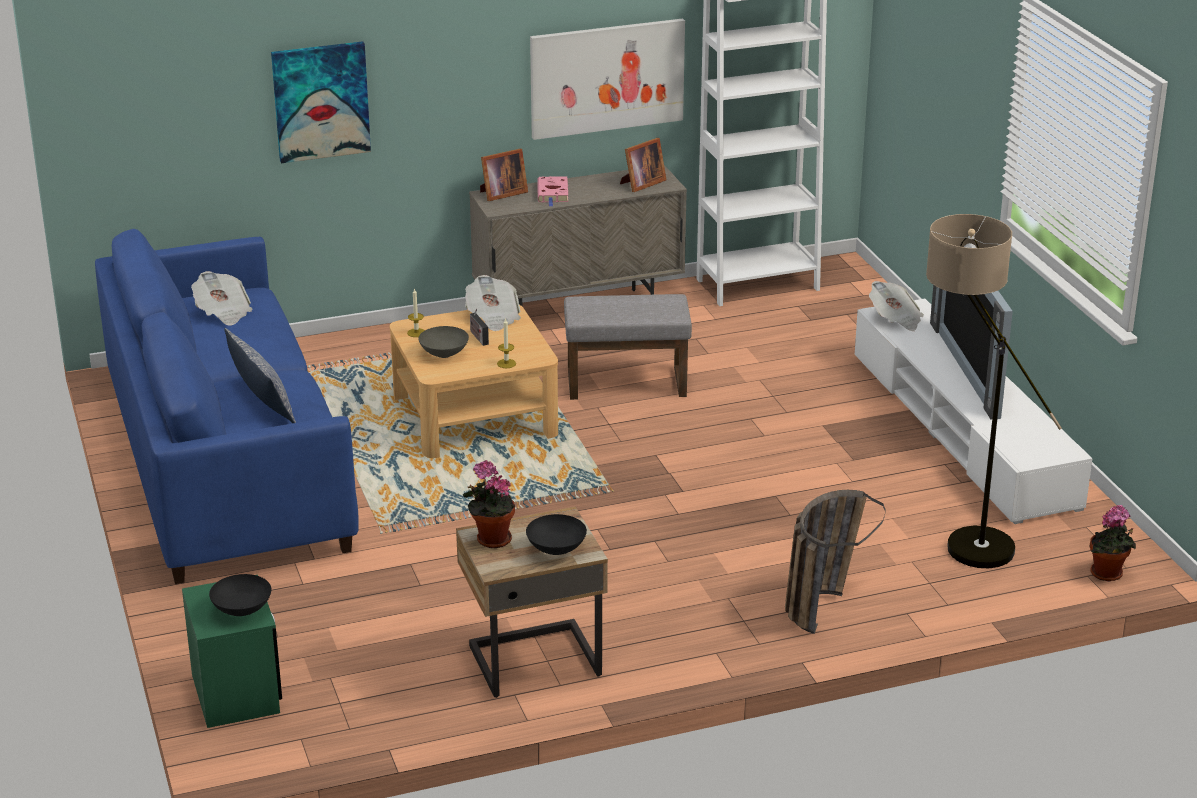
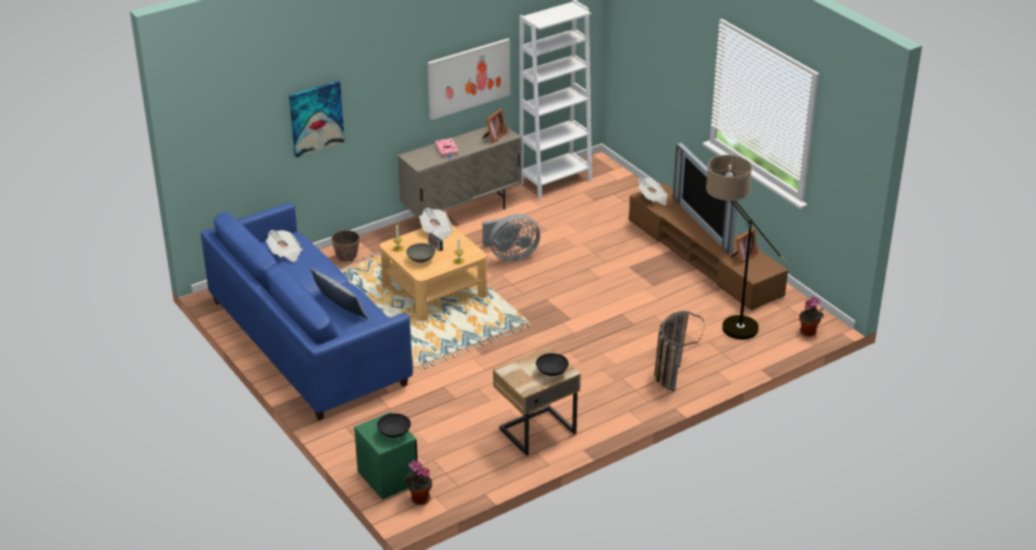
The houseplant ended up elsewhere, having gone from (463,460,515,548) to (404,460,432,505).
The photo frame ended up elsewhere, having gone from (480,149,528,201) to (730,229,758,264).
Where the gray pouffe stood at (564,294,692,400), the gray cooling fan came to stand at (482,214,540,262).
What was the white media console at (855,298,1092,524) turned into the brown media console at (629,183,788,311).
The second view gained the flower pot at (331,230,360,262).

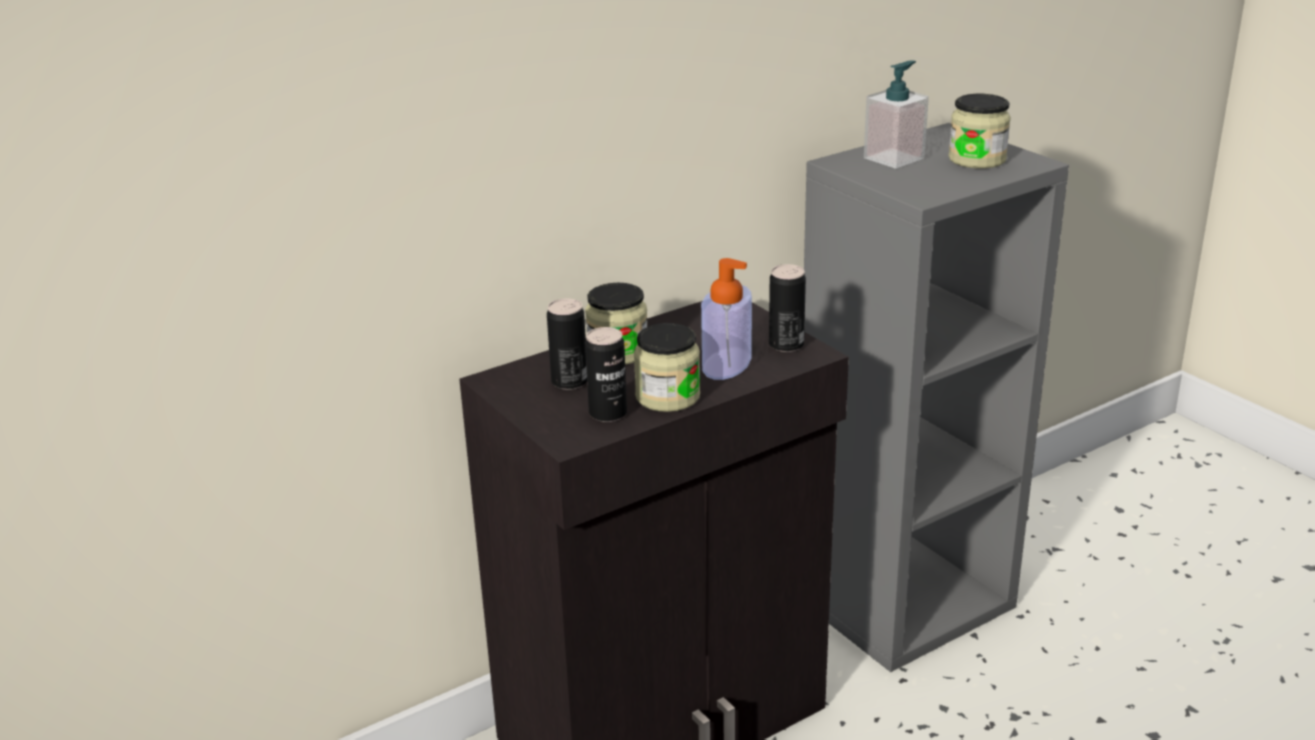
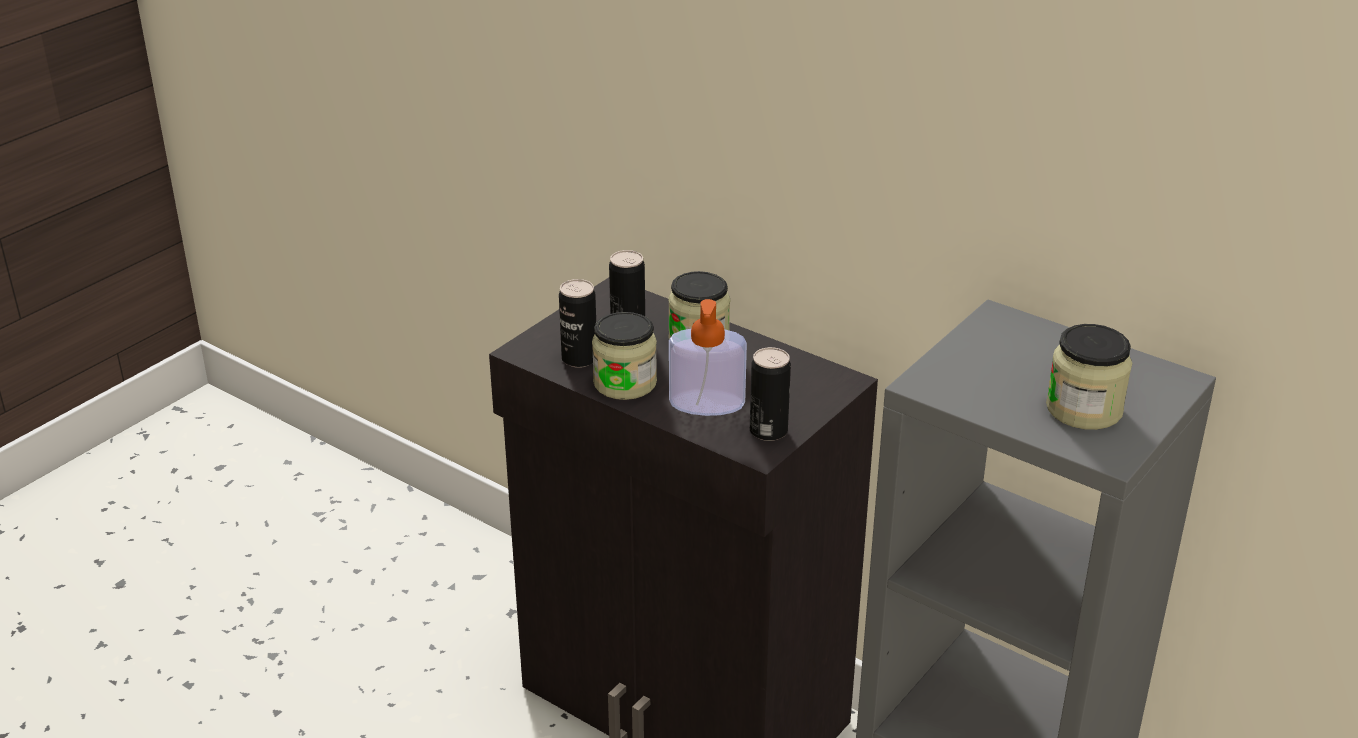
The second view lost the soap bottle at (864,60,929,169).

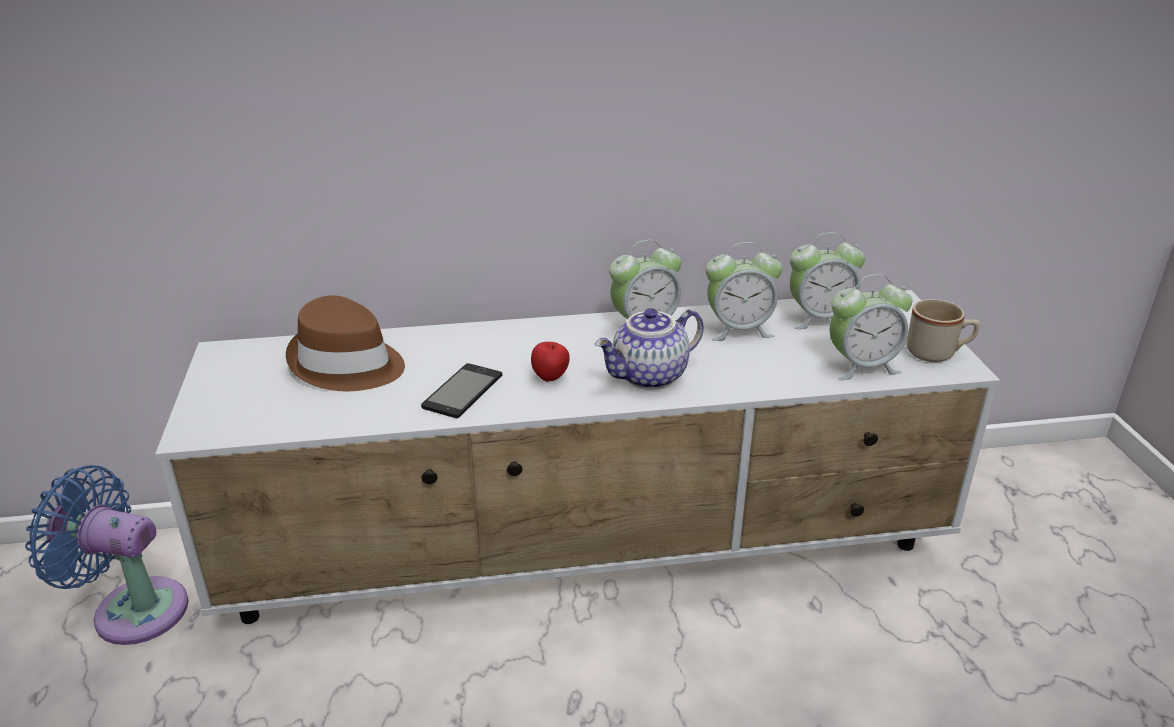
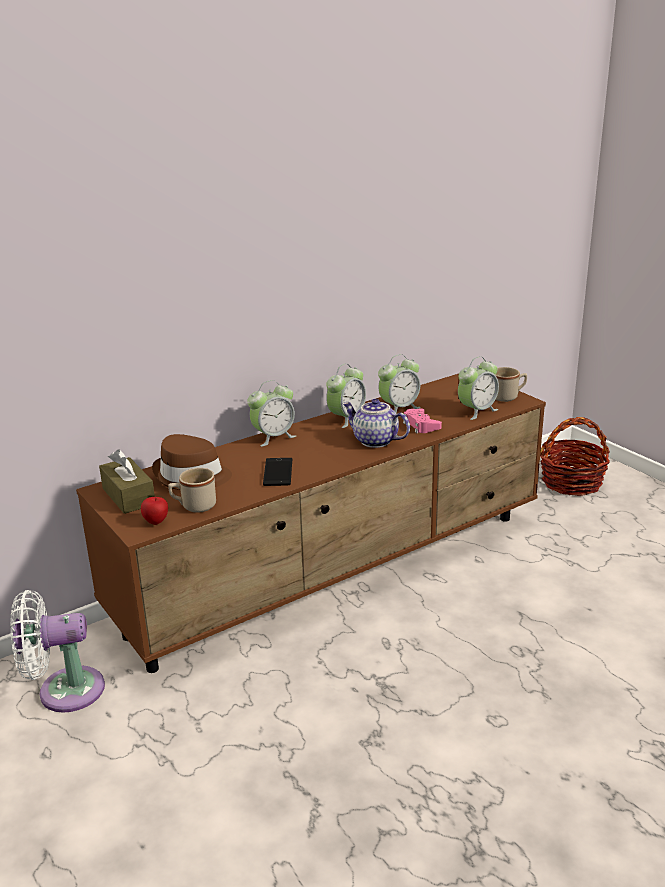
What was the blue cooling fan at (25,465,189,645) turned into the white cooling fan at (10,590,105,713).
What was the white media console at (155,290,1000,624) turned into the brown media console at (76,374,546,673).
The apple ended up elsewhere, having gone from (531,342,570,382) to (141,497,168,525).
The tea pot at (595,308,704,390) ended up facing another way, 90 degrees clockwise from before.
The table clock ended up elsewhere, having gone from (790,232,865,329) to (247,380,296,447).
The second view gained the brown tissue holder at (99,449,155,514).
The second view gained the beige coffee mug at (168,468,216,513).
The second view gained the pink gamepad at (403,408,442,433).
The second view gained the household basket at (540,417,610,496).

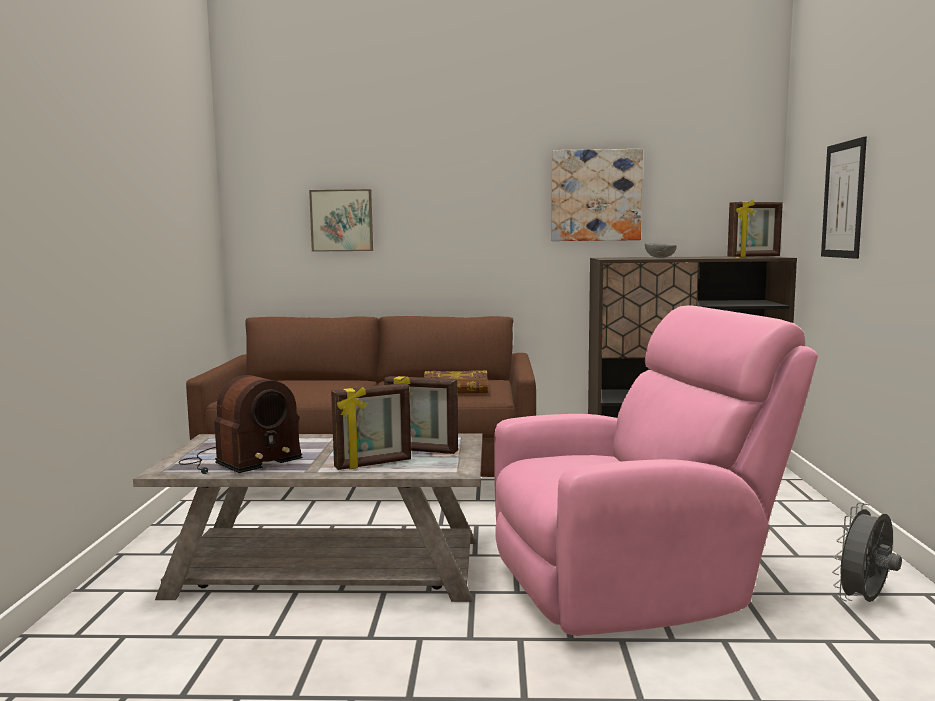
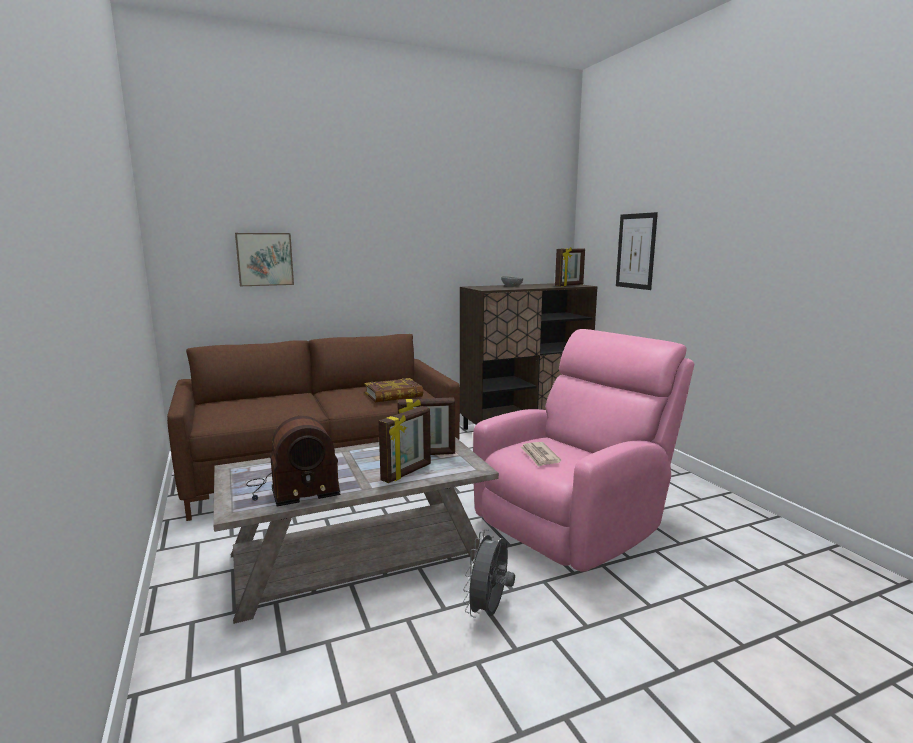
The radio receiver at (179,375,302,474) ended up facing another way, 45 degrees clockwise from before.
The second view lost the wall picture at (551,149,643,241).
The gray cooling fan ended up elsewhere, having gone from (832,502,902,602) to (463,529,515,618).
The second view gained the daily paper at (520,442,561,467).

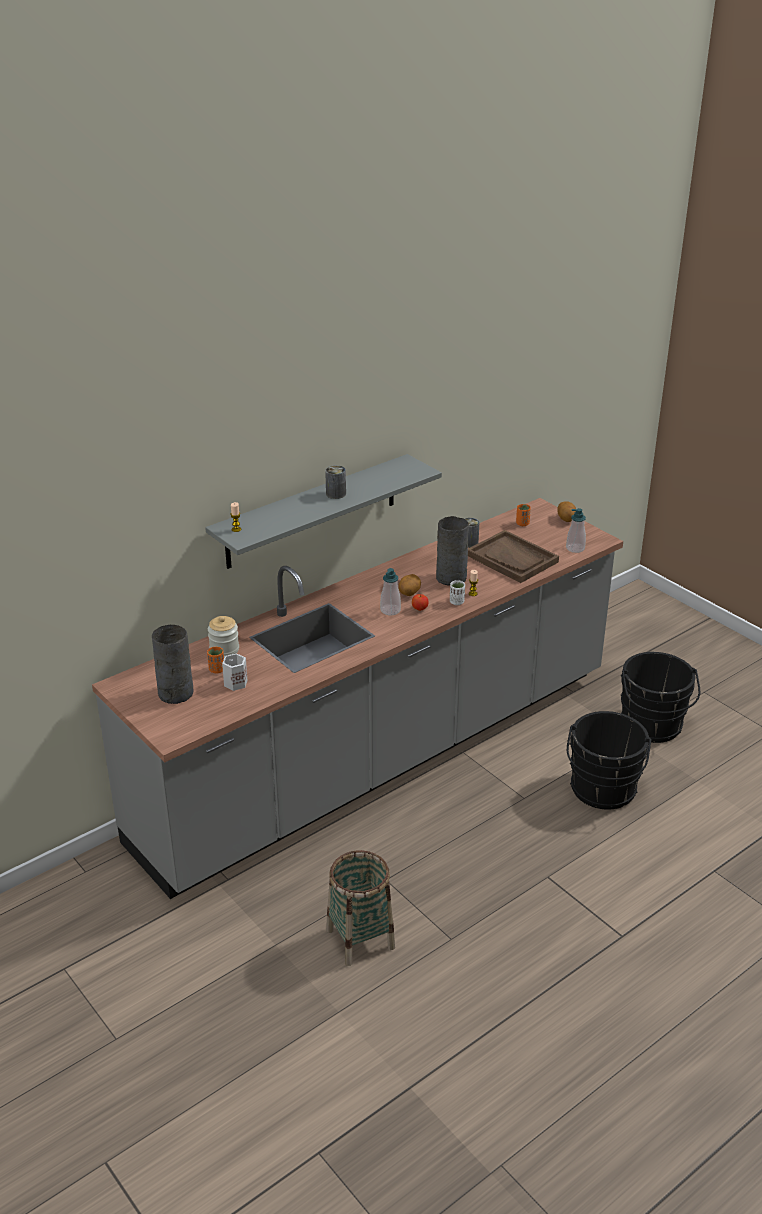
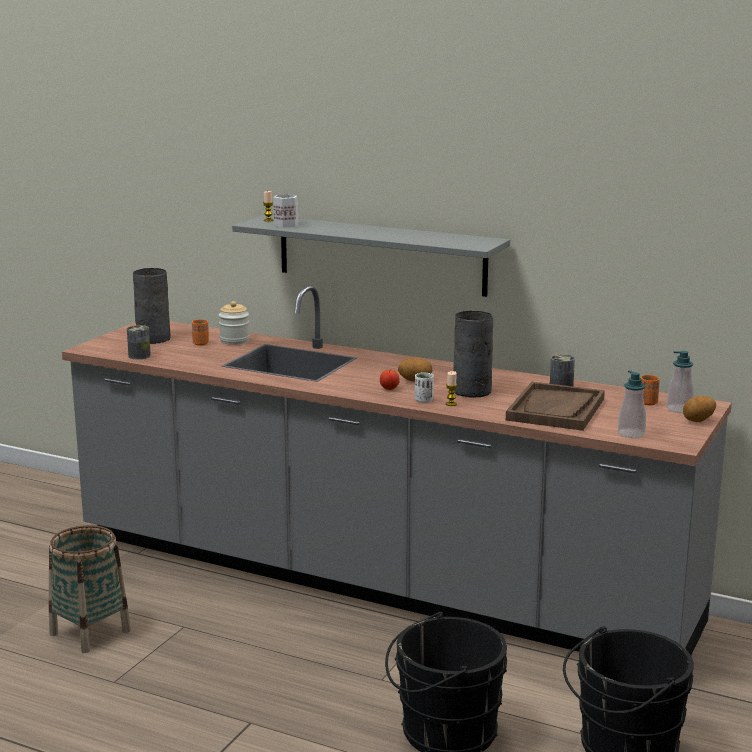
The white coffee mug ended up elsewhere, having gone from (222,653,248,691) to (273,194,299,228).
The metal can ended up elsewhere, having gone from (325,465,346,499) to (127,325,151,359).
The soap bottle ended up elsewhere, having gone from (380,568,401,615) to (667,351,694,413).

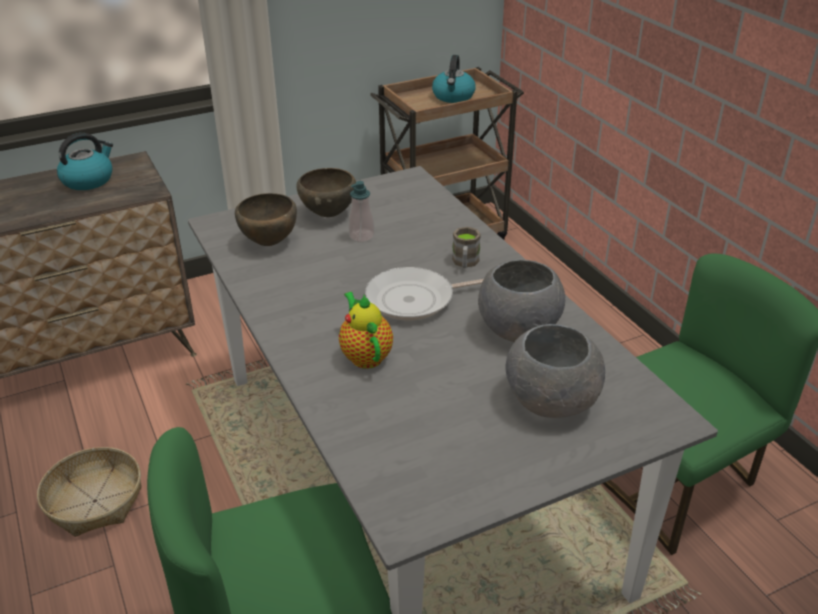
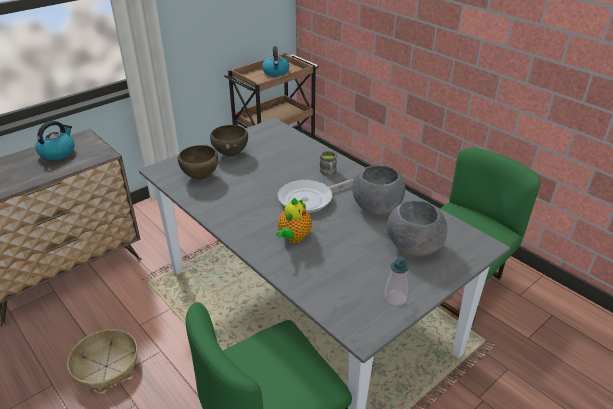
The tea pot at (339,292,393,369) ended up facing another way, 120 degrees counterclockwise from before.
The soap bottle ended up elsewhere, having gone from (348,181,375,243) to (384,256,409,306).

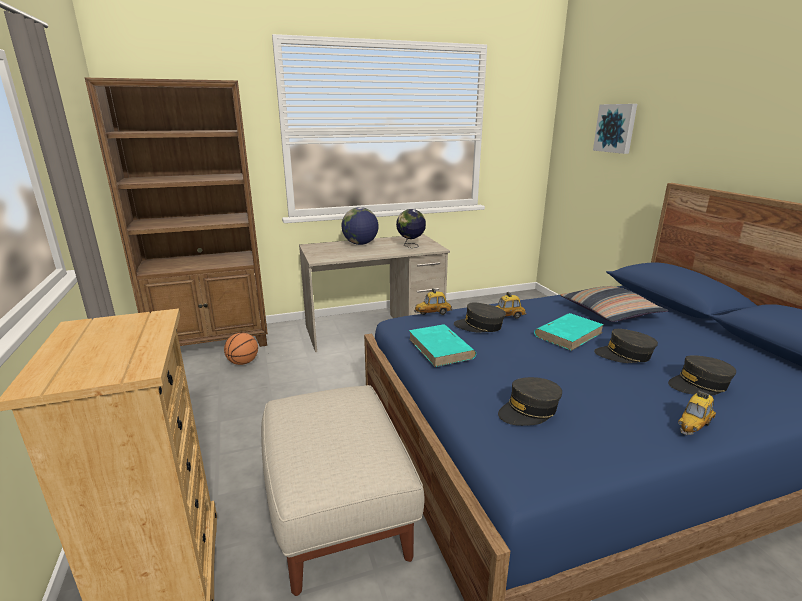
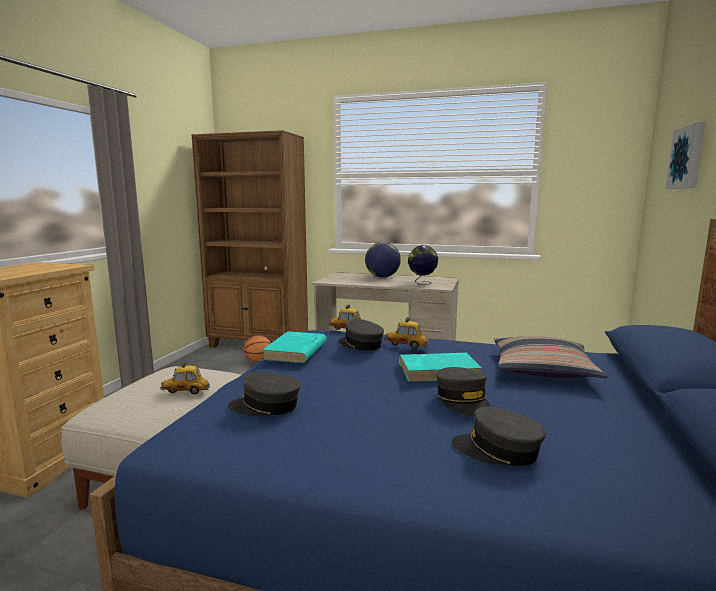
The gray peaked cap at (594,329,658,363) ended up facing another way, 150 degrees counterclockwise from before.
The miniature car ended up elsewhere, having gone from (678,390,716,435) to (160,362,210,394).

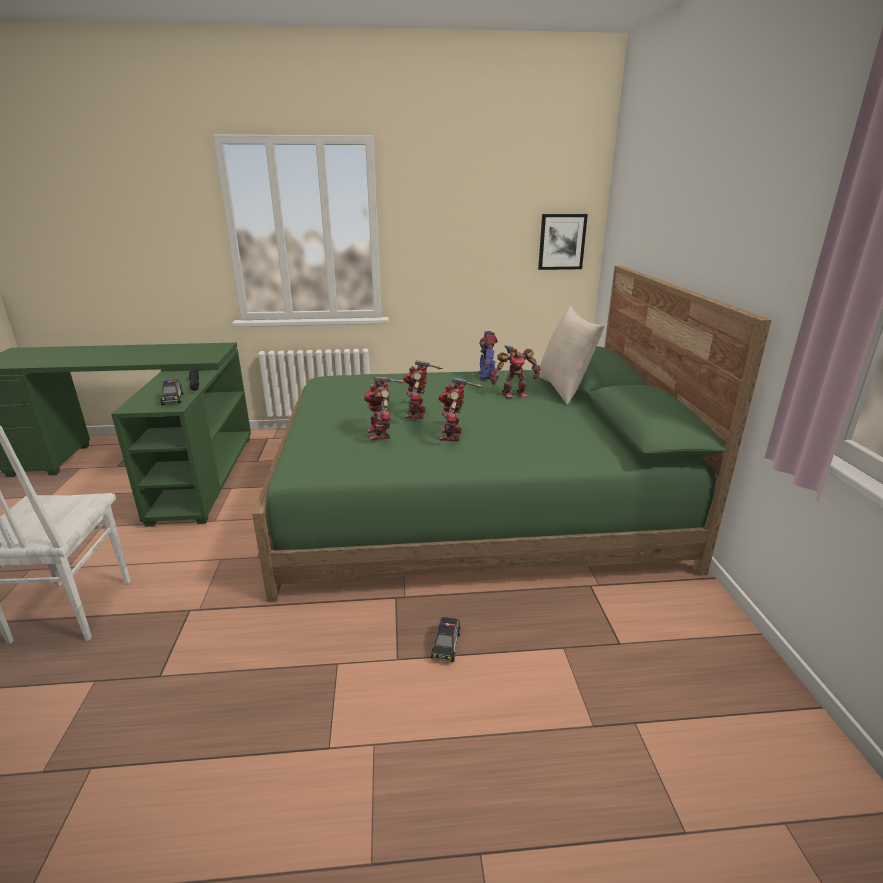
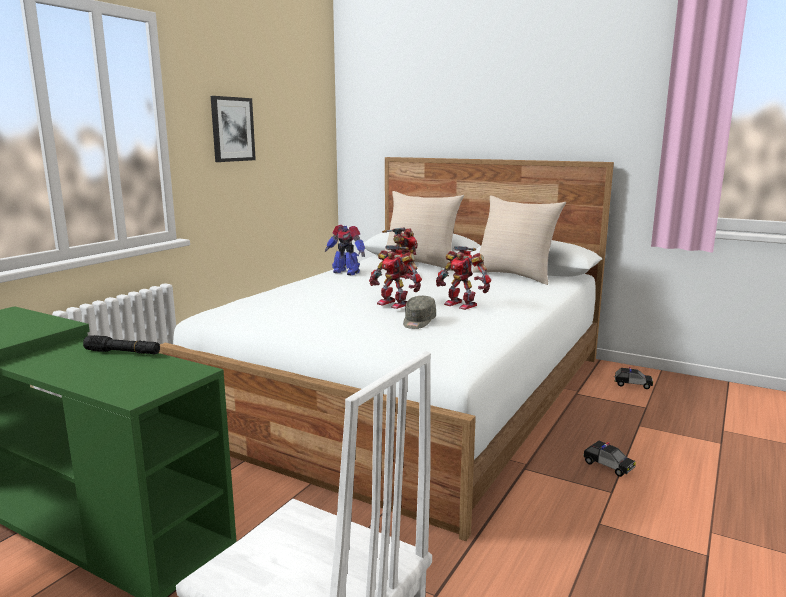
The miniature car ended up elsewhere, having gone from (160,379,184,405) to (614,367,653,389).
What was the green bed at (252,266,772,602) turned into the white bed at (159,157,614,541).
Where the robot figure stood at (364,376,404,441), the gray peaked cap came to stand at (403,296,436,329).
The wall picture ended up elsewhere, having gone from (538,214,588,270) to (211,96,256,162).
The second view gained the beige throw pillow at (473,195,566,285).

